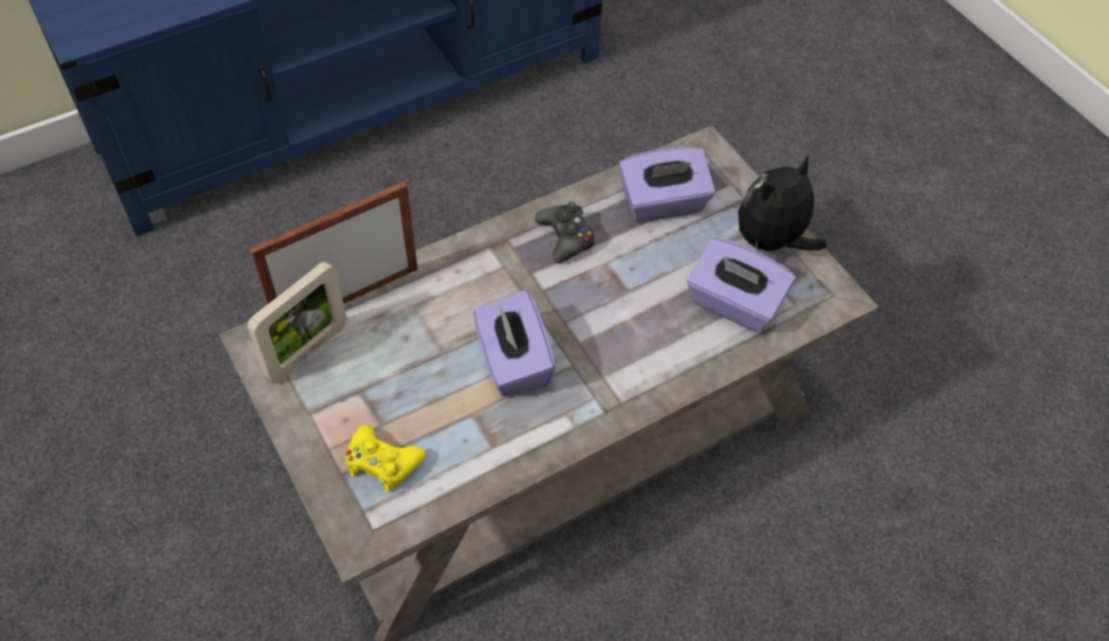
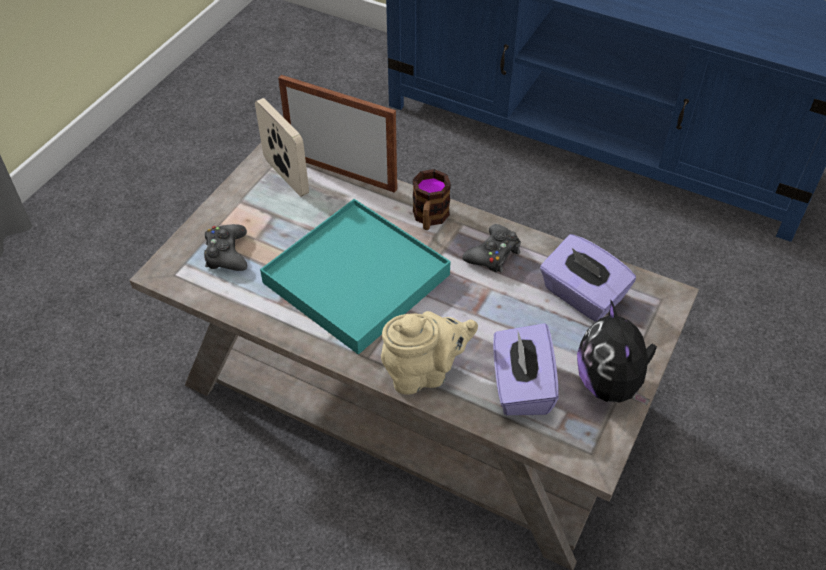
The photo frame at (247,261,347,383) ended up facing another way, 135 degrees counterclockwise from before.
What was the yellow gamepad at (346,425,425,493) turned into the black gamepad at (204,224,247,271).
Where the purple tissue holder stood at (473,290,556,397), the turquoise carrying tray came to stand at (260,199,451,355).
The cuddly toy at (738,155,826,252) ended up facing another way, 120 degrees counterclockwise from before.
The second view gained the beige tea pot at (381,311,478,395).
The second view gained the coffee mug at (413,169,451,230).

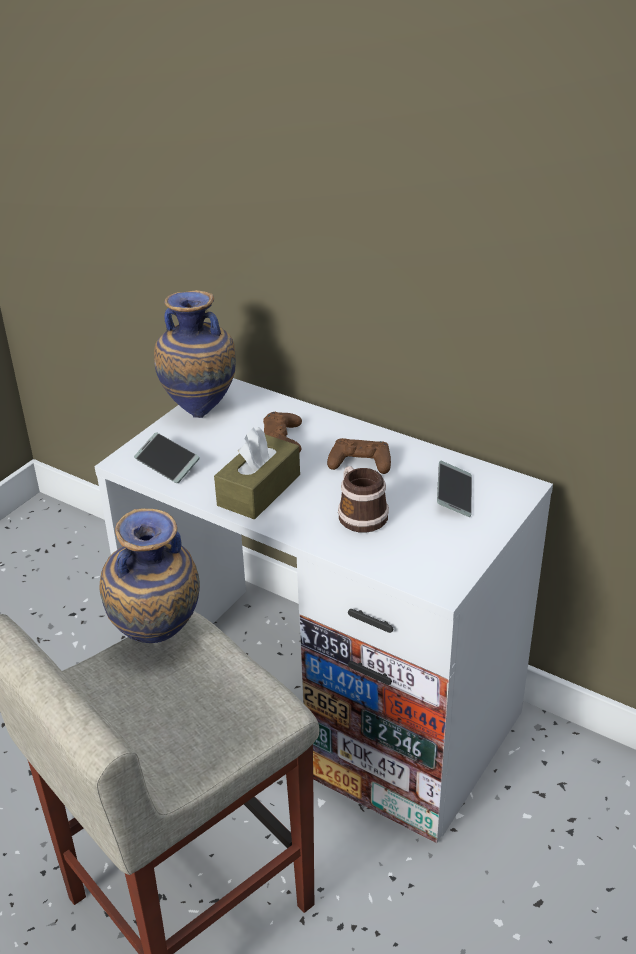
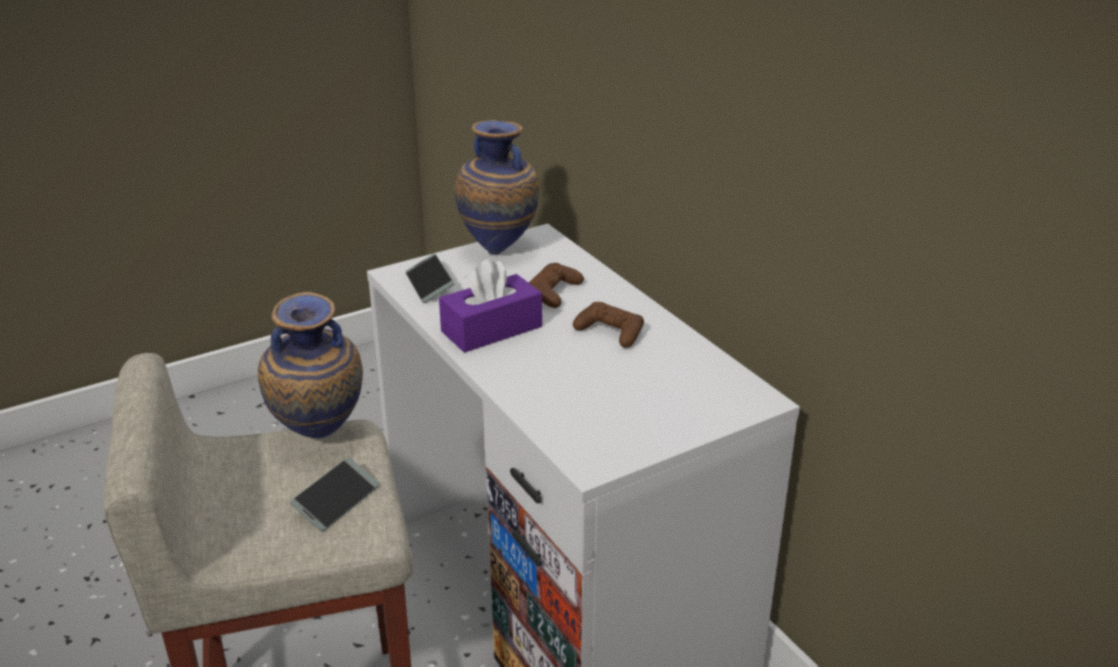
What was the brown tissue holder at (214,427,300,520) turned into the purple tissue holder at (439,258,542,353).
The second view lost the coffee mug at (338,466,389,533).
The handset ended up elsewhere, having gone from (437,461,472,517) to (290,458,379,532).

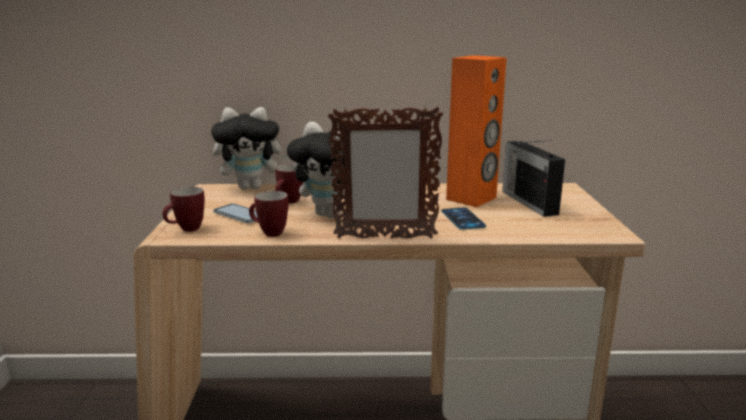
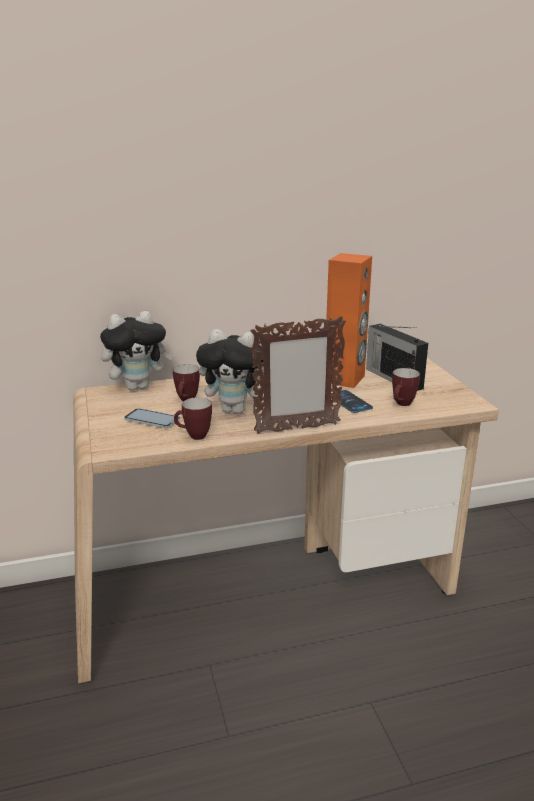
The coffee mug ended up elsewhere, having gone from (163,187,205,232) to (392,368,420,406).

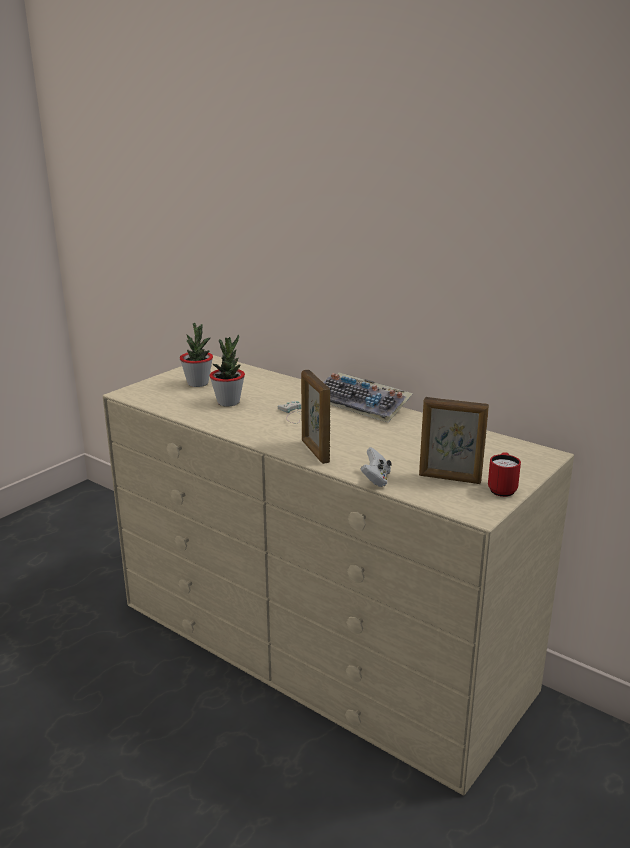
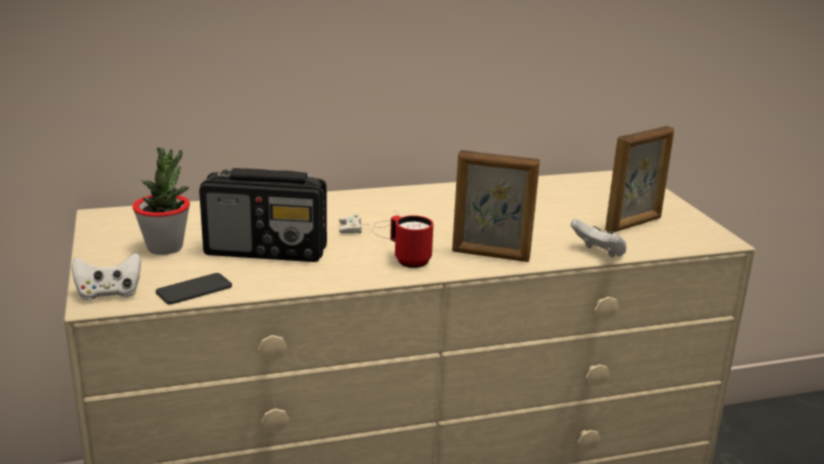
Where the houseplant stood at (209,335,245,406), the radio receiver came to stand at (199,168,327,262).
The second view lost the keyboard at (323,373,413,422).
The red coffee mug ended up elsewhere, having gone from (488,452,521,497) to (390,215,433,268).
The second view gained the white gamepad at (71,253,141,300).
The second view gained the handset at (156,273,232,304).

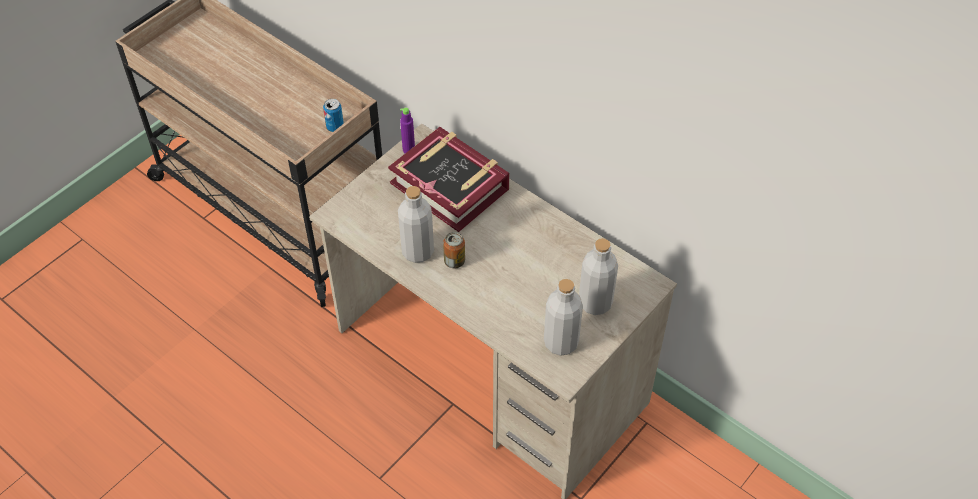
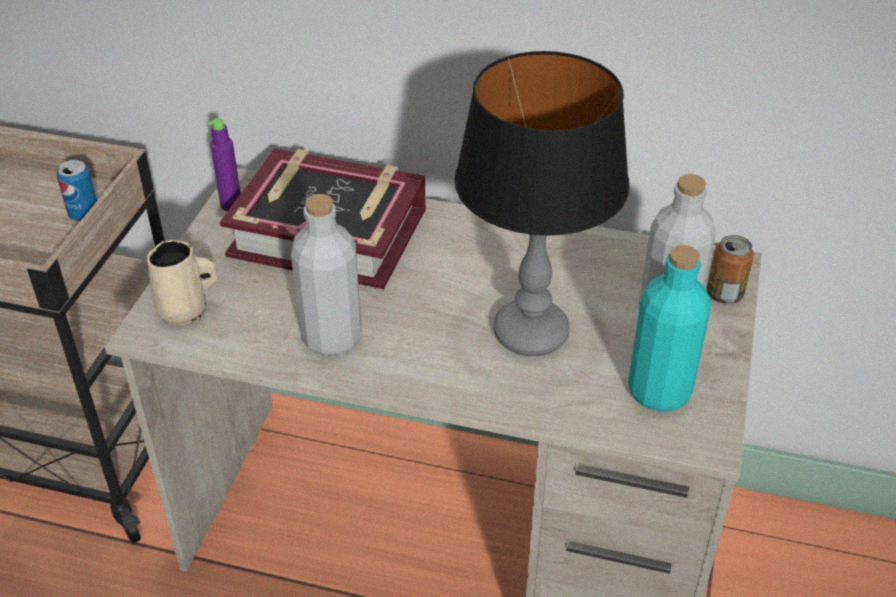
The metal can ended up elsewhere, having gone from (443,232,465,268) to (707,235,754,304).
What was the gray drink bottle at (544,279,583,356) turned into the turquoise drink bottle at (628,245,711,411).
The second view gained the beige coffee mug at (147,240,218,325).
The second view gained the table lamp at (454,51,630,356).

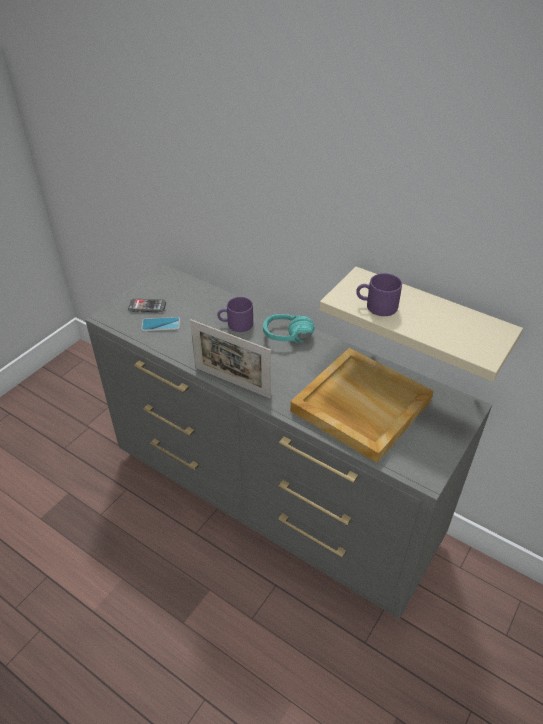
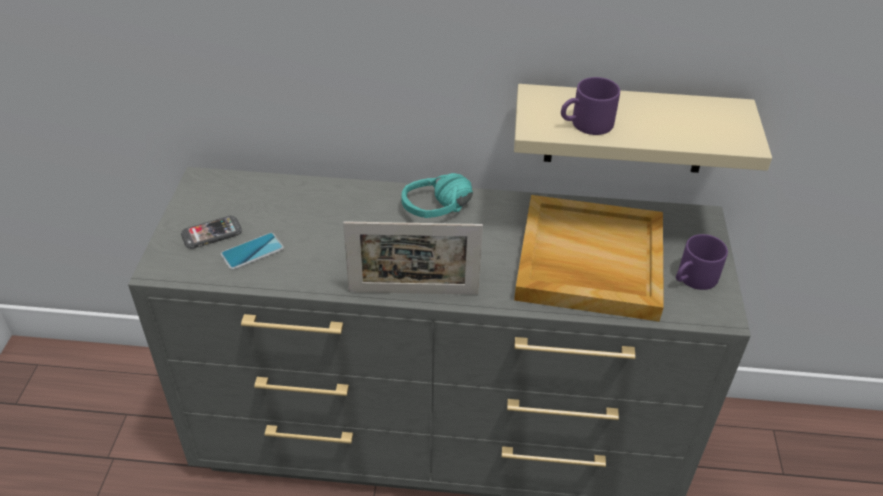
The purple coffee mug ended up elsewhere, having gone from (217,297,253,332) to (676,234,728,290).

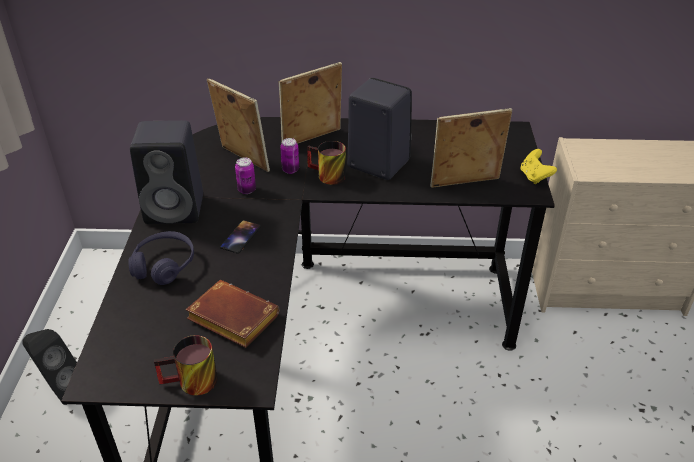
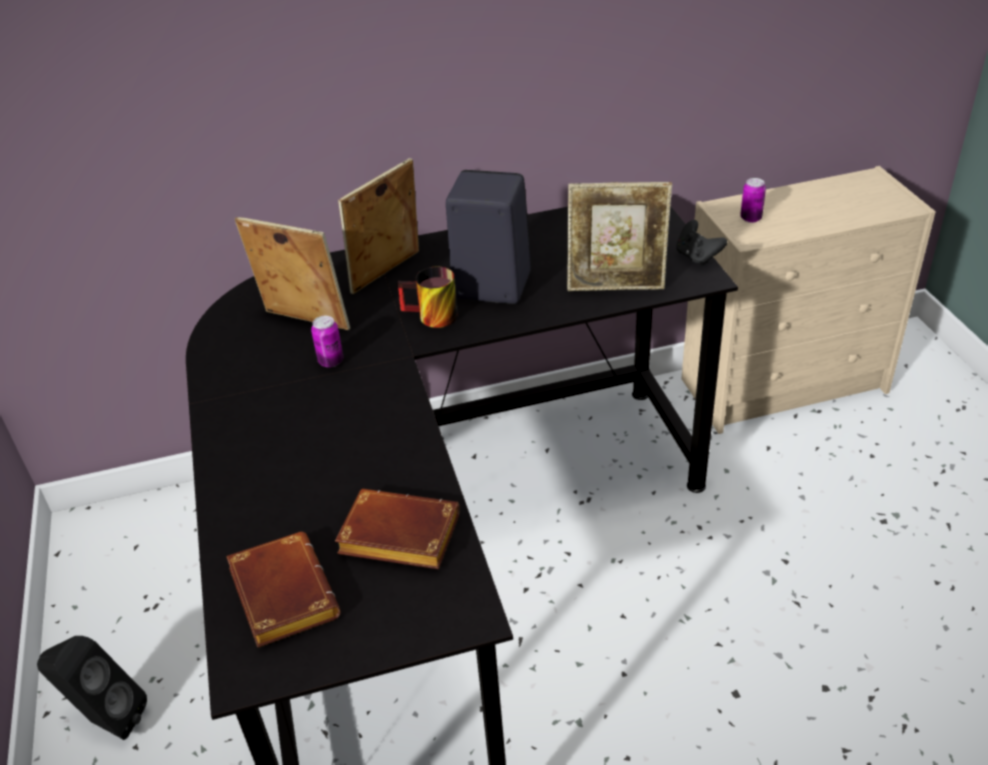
The second view lost the purple headphones at (128,231,194,285).
The second view lost the black speaker at (130,120,203,224).
The second view lost the coffee mug at (154,335,218,396).
The second view lost the handset at (220,220,261,254).
The metal can ended up elsewhere, having gone from (280,138,299,174) to (740,178,766,223).
The photo frame at (430,108,512,188) ended up facing another way, 150 degrees counterclockwise from before.
What was the yellow gamepad at (520,149,557,184) turned into the black gamepad at (676,220,727,266).
The second view gained the brown bound book at (226,532,341,648).

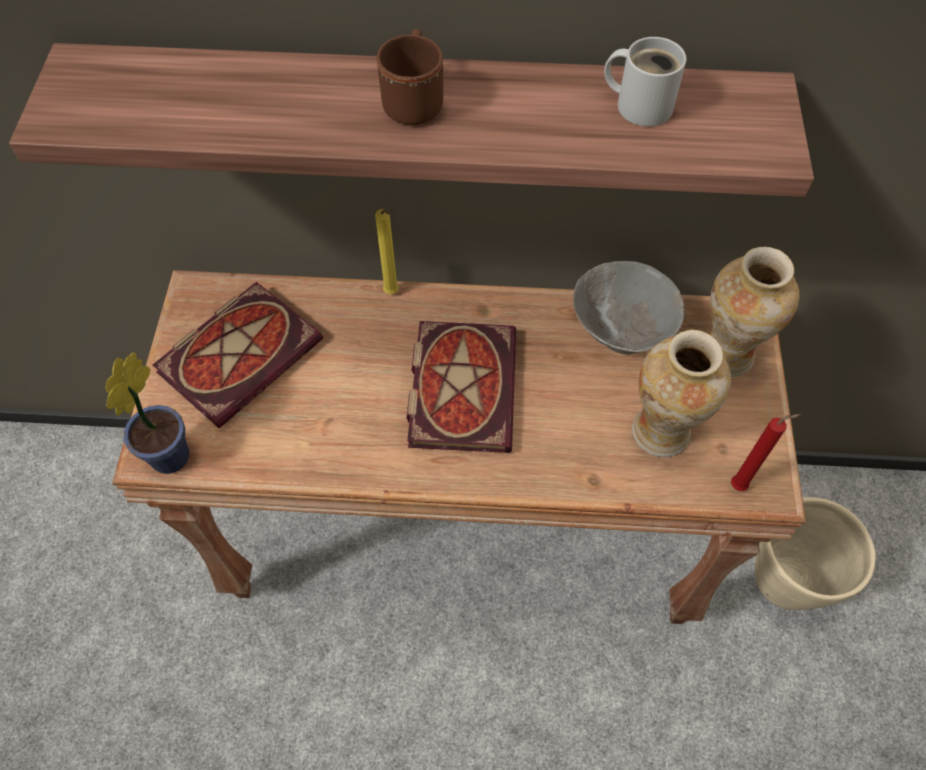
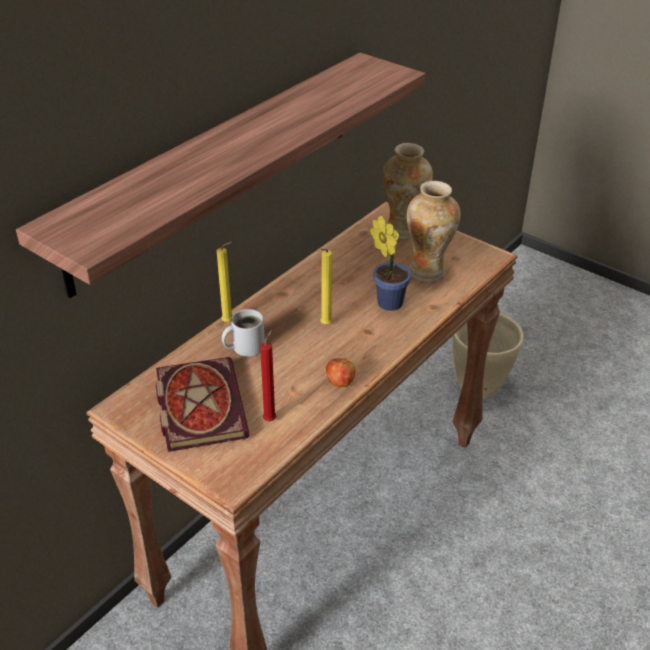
The houseplant ended up elsewhere, having gone from (105,352,189,474) to (370,216,411,311).
The second view lost the brown coffee mug at (377,29,443,125).
Where the bound book stood at (407,321,516,453), the yellow wax light came to stand at (320,249,332,324).
The second view lost the gray serving bowl at (573,261,684,355).
The white coffee mug ended up elsewhere, having gone from (604,37,686,127) to (222,309,265,357).
The red wax light ended up elsewhere, having gone from (731,414,801,491) to (260,330,277,421).
The second view gained the apple at (326,357,355,387).

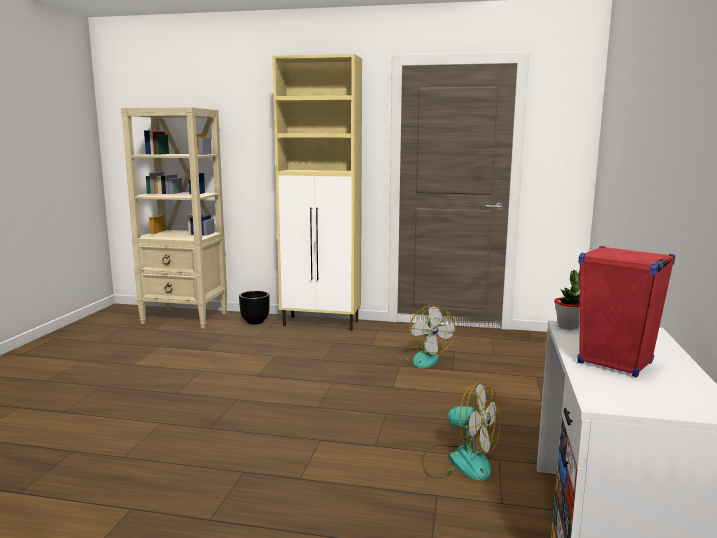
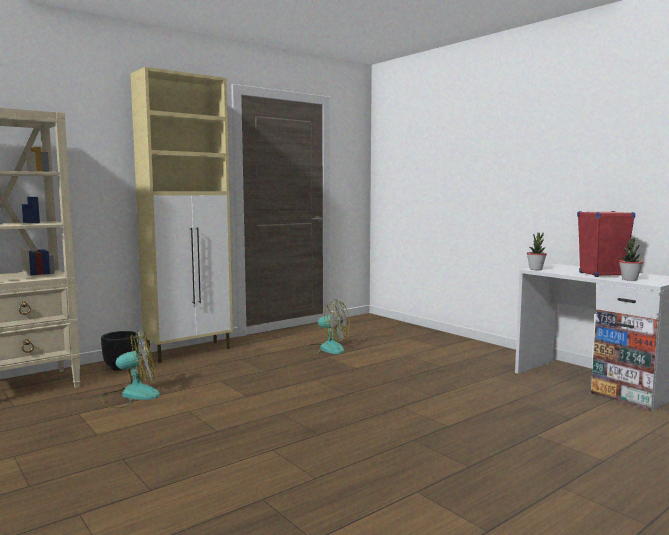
The cooling fan ended up elsewhere, having gone from (421,381,501,481) to (100,330,160,408).
The second view gained the houseplant at (619,238,643,281).

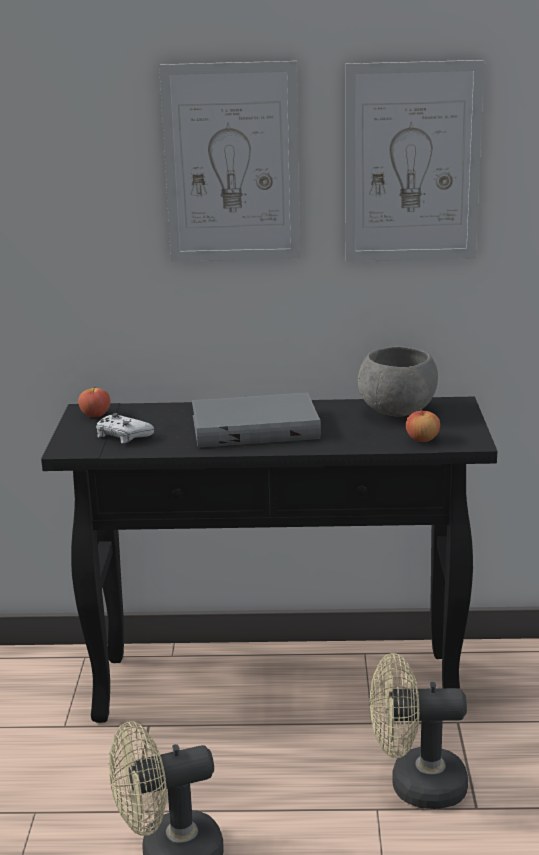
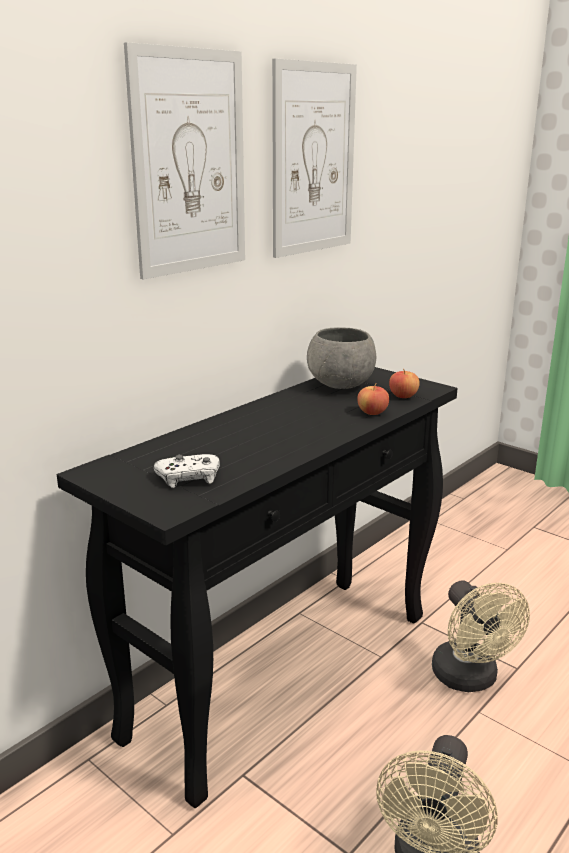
The apple ended up elsewhere, having gone from (78,386,110,417) to (357,383,389,415).
The second view lost the gray bound book at (192,392,321,448).
The beige cooling fan at (370,653,468,809) ended up facing another way, 60 degrees counterclockwise from before.

